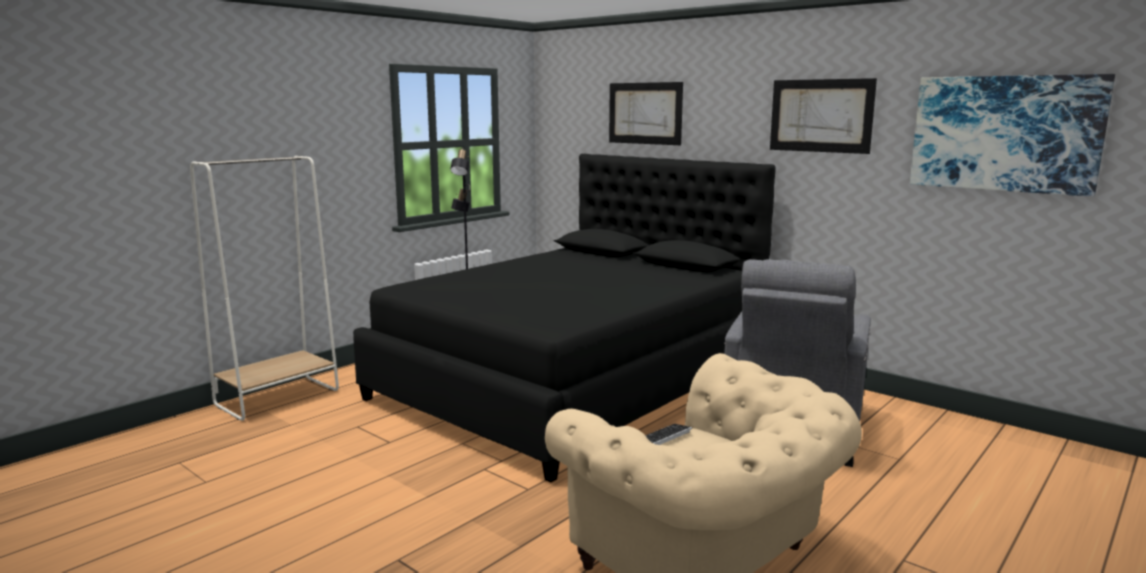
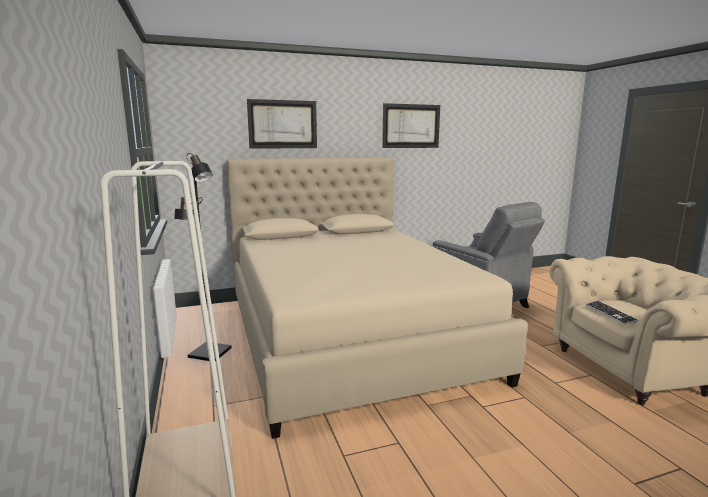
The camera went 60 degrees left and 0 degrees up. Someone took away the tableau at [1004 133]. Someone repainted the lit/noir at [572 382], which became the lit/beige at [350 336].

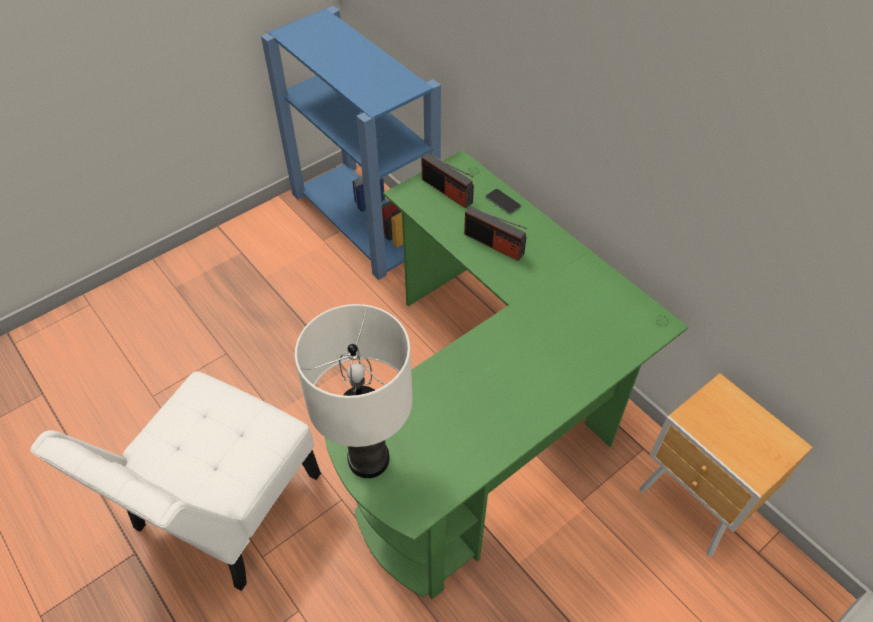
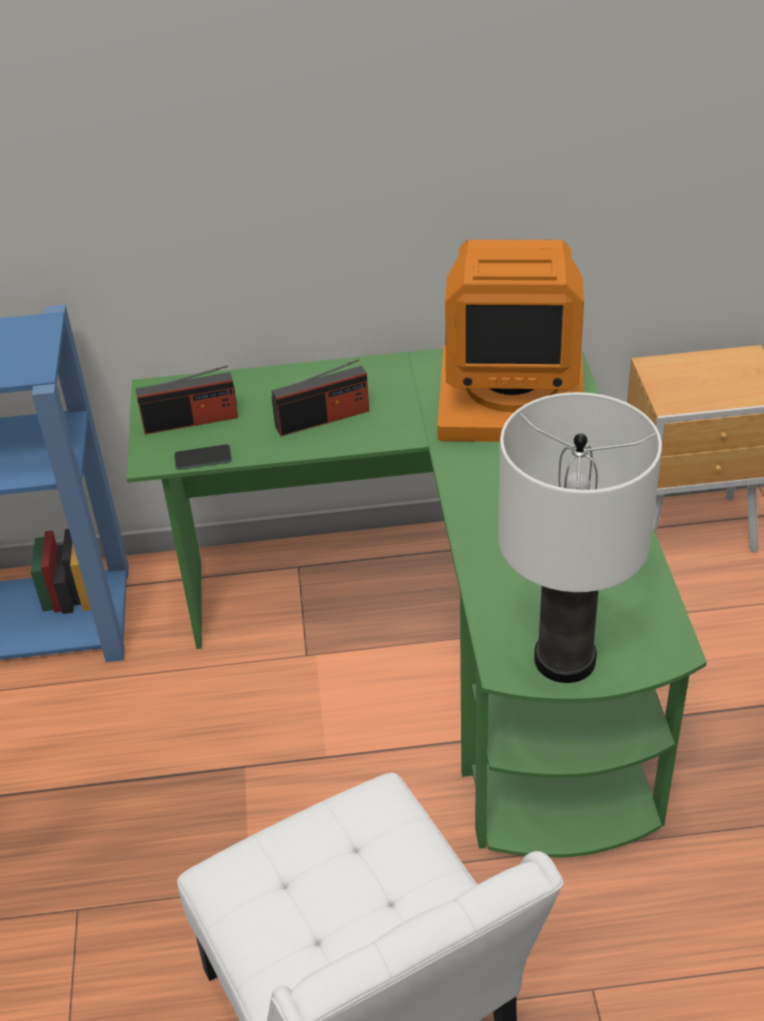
The camera went 55 degrees left and 10 degrees down. Someone put down the écran d'ordinateur at [512 395]. Someone carried the téléphone from [503 201] to [203 458].

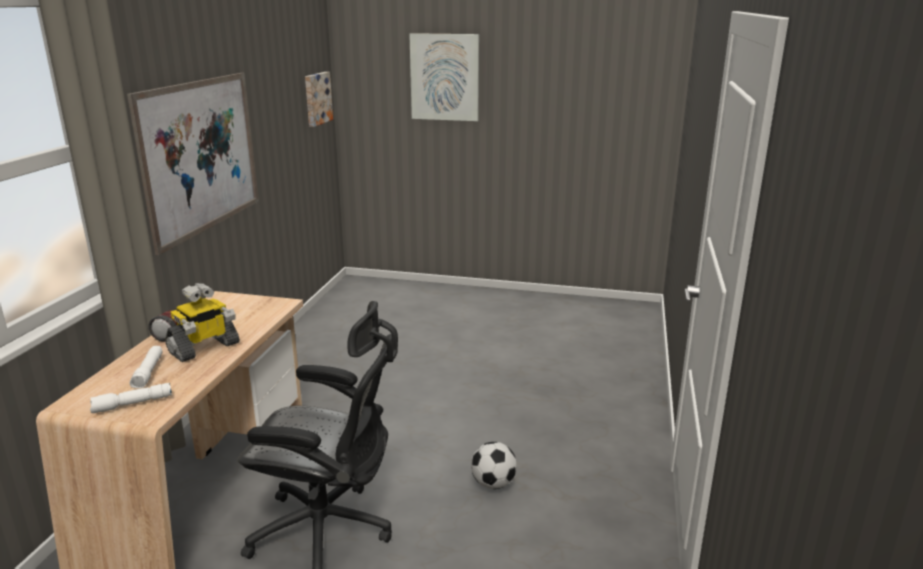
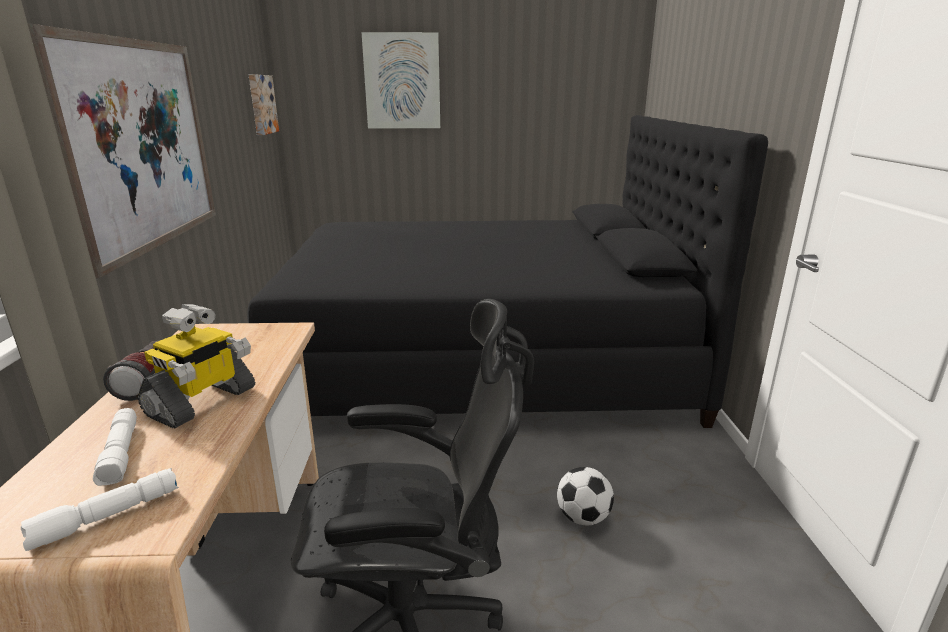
The camera went 15 degrees left and 0 degrees up. Someone put down the lit/noir at [478 359].

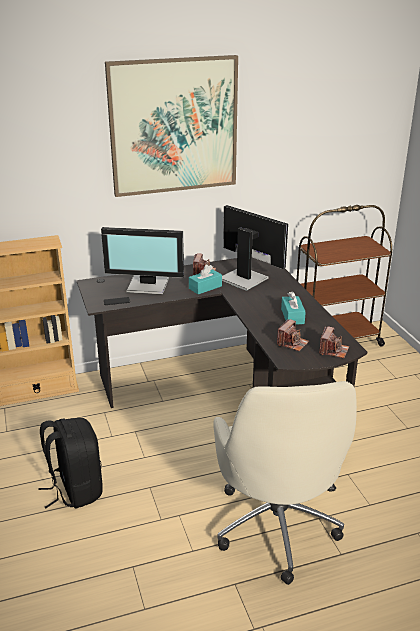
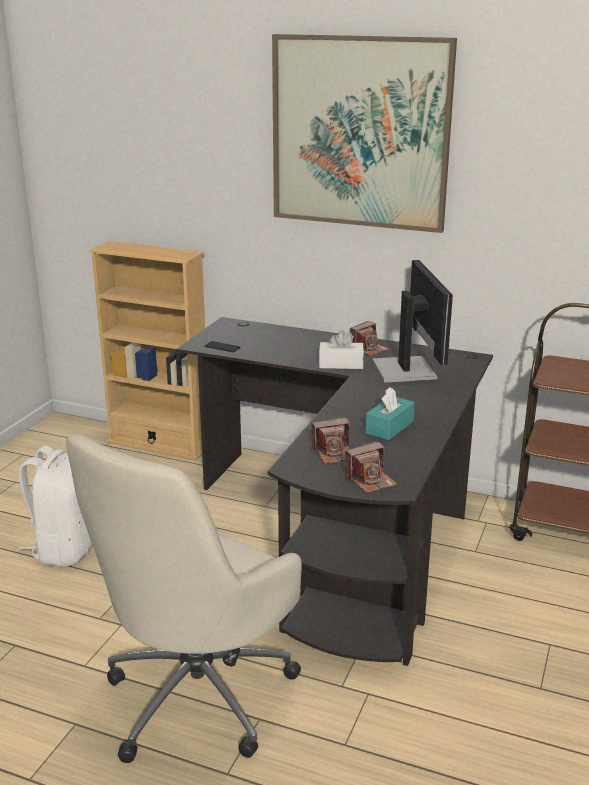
The camera went 40 degrees right and 5 degrees down. Someone took away the écran d'ordinateur at [148 286]. Someone repainted the sac à dos/noir at [75 489], which became the sac à dos/blanc at [67 548]. Someone repainted the boîte à mouchoirs/turquoise at [205 287], which became the boîte à mouchoirs/blanc at [341 364].

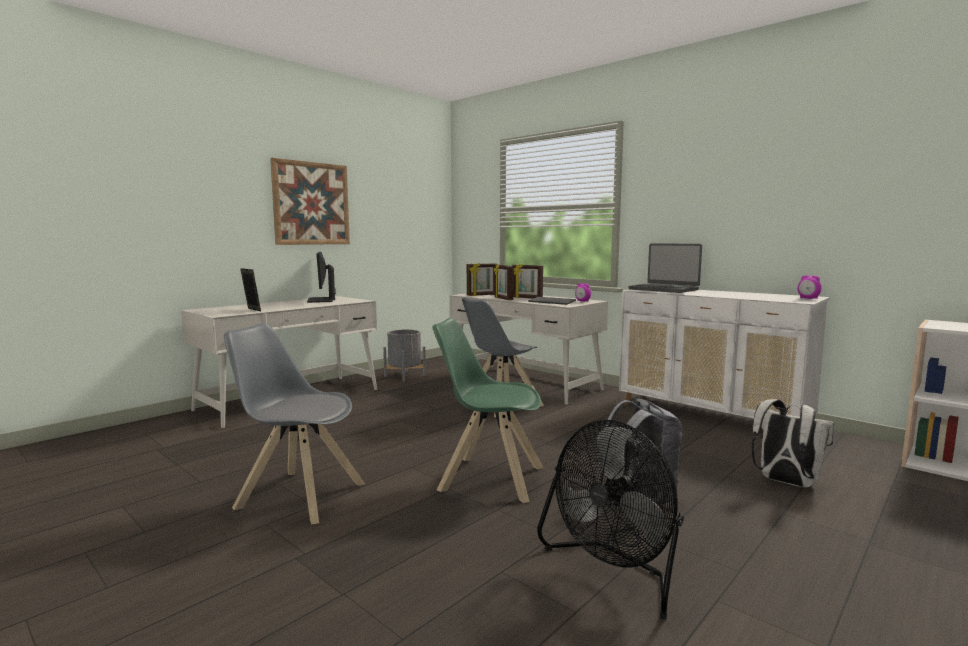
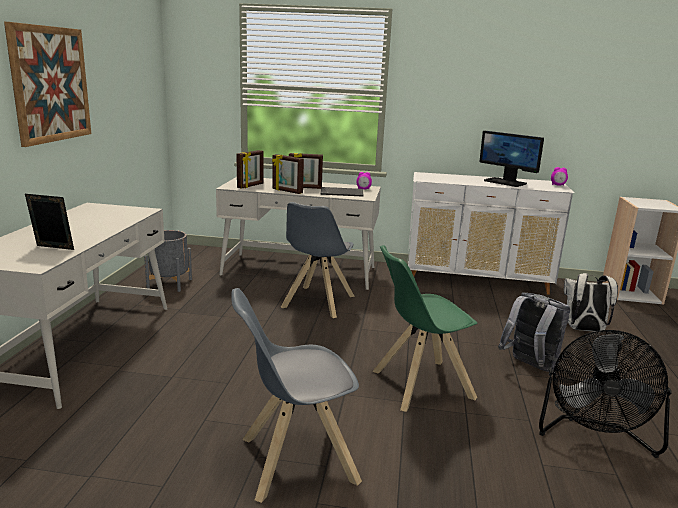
The camera went 35 degrees left and 10 degrees up. Someone took away the ordinateur portable at [664 289]. Someone carried the écran d'ordinateur from [321 300] to [505 182].

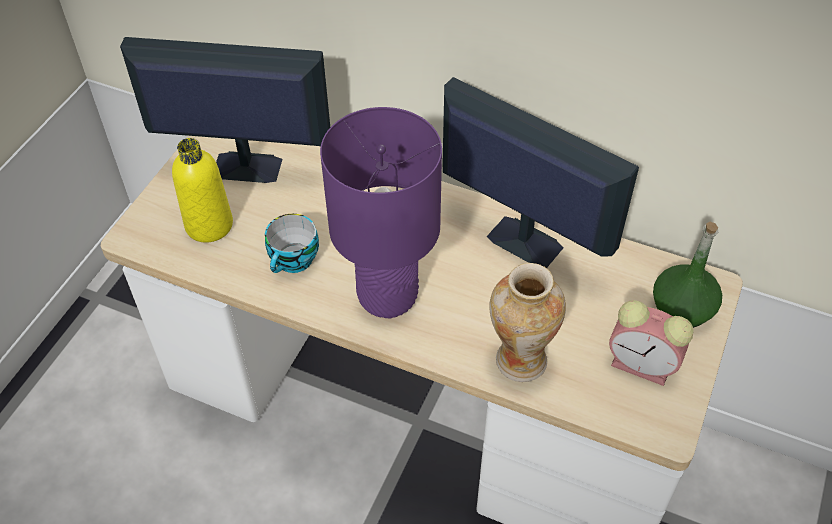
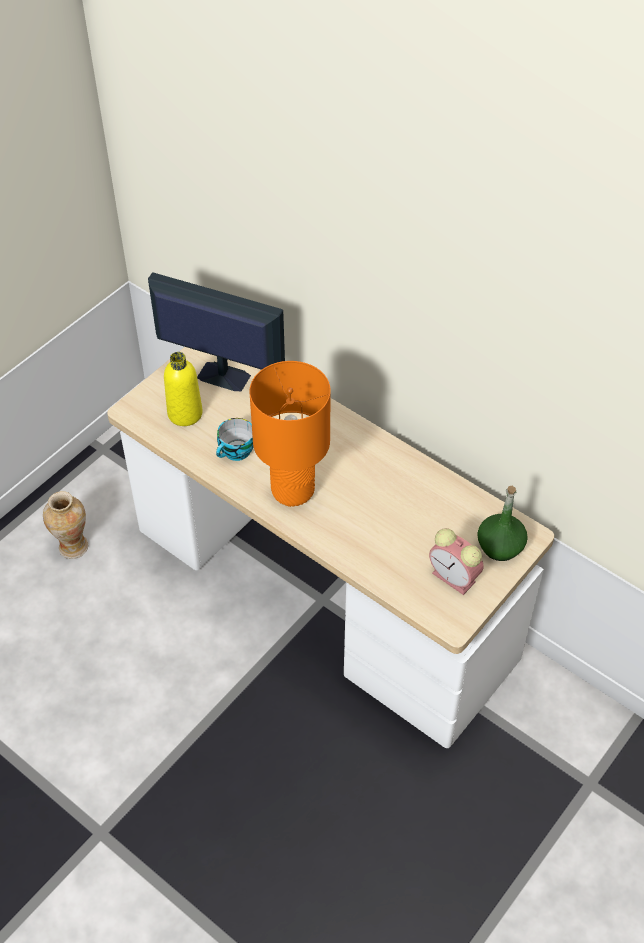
The camera went 15 degrees right and 0 degrees up. Someone took away the écran d'ordinateur at [523 241]. Someone carried the vase from [519 360] to [72 546]. Someone repainted the lampe de table/violet at [388 298], which became the lampe de table/orange at [293 492].

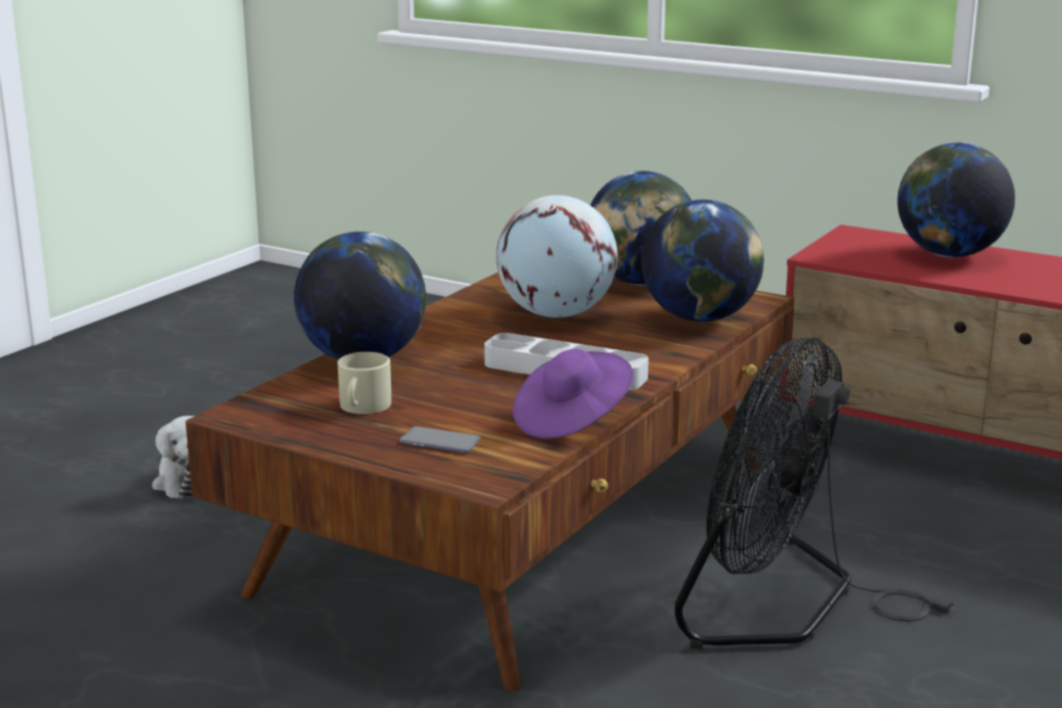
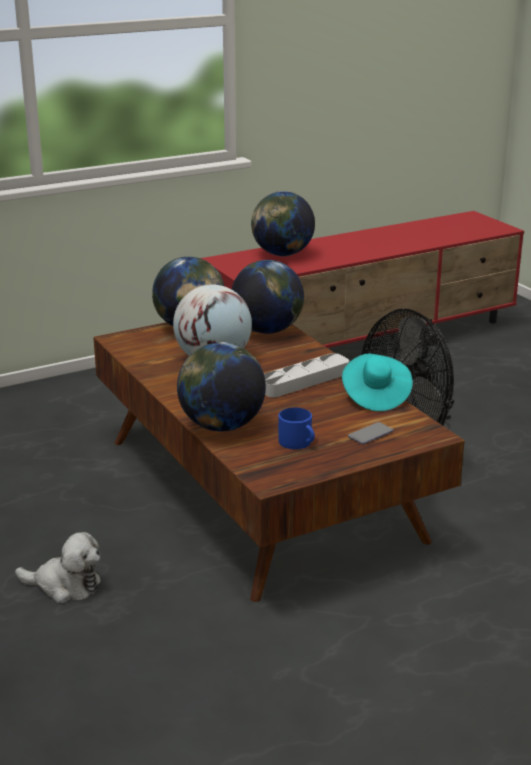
The camera went 60 degrees left and 5 degrees up. Someone repainted the mug/beige at [363 406], which became the mug/bleu at [298 443]. Someone repainted the chapeau/violet at [572 421], which became the chapeau/turquoise at [375 397].

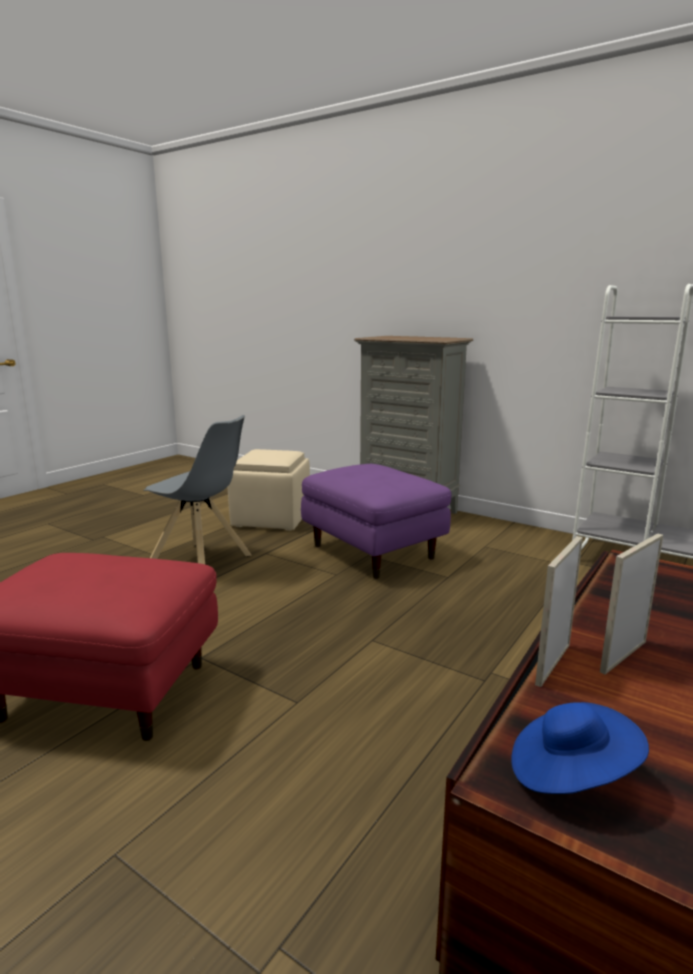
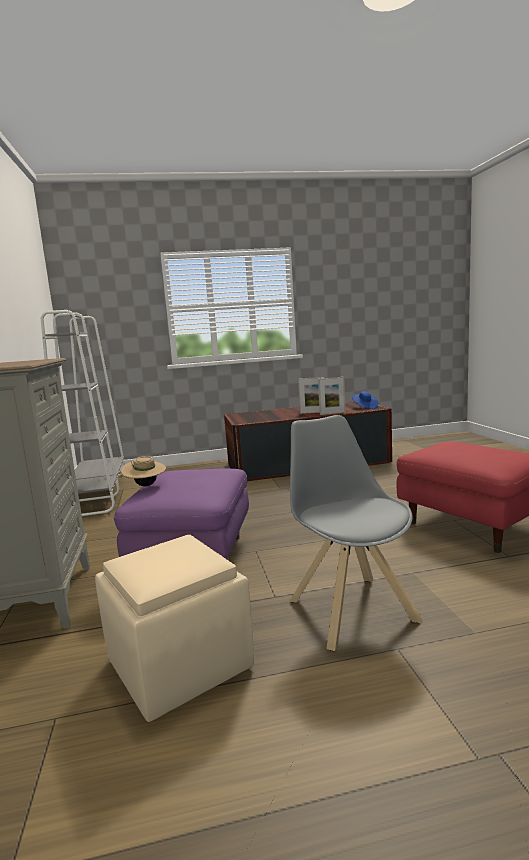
The camera went 135 degrees left and 5 degrees down. Someone put down the chapeau/beige at [145 485].

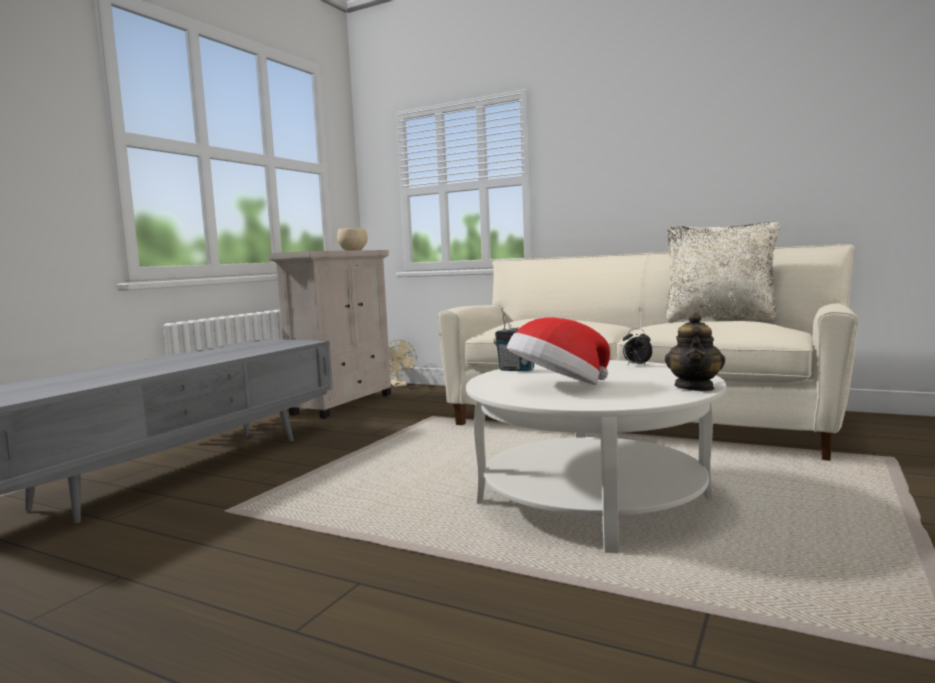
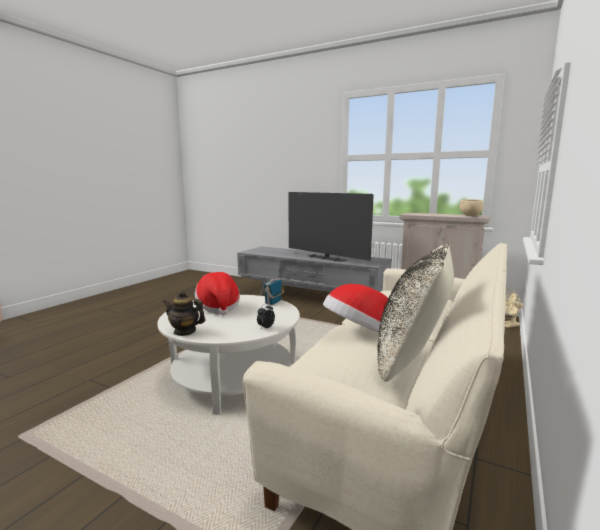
The camera went 90 degrees right and 5 degrees up. Someone put down the téléviseur at [326 258]. Someone put down the chapeau at [356 331].

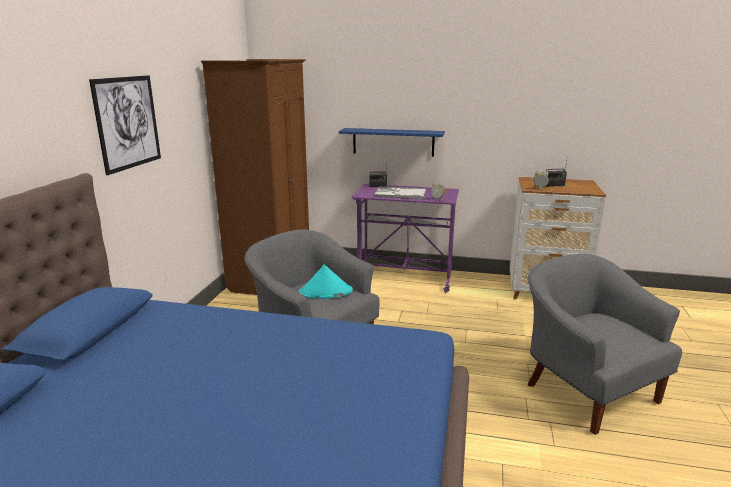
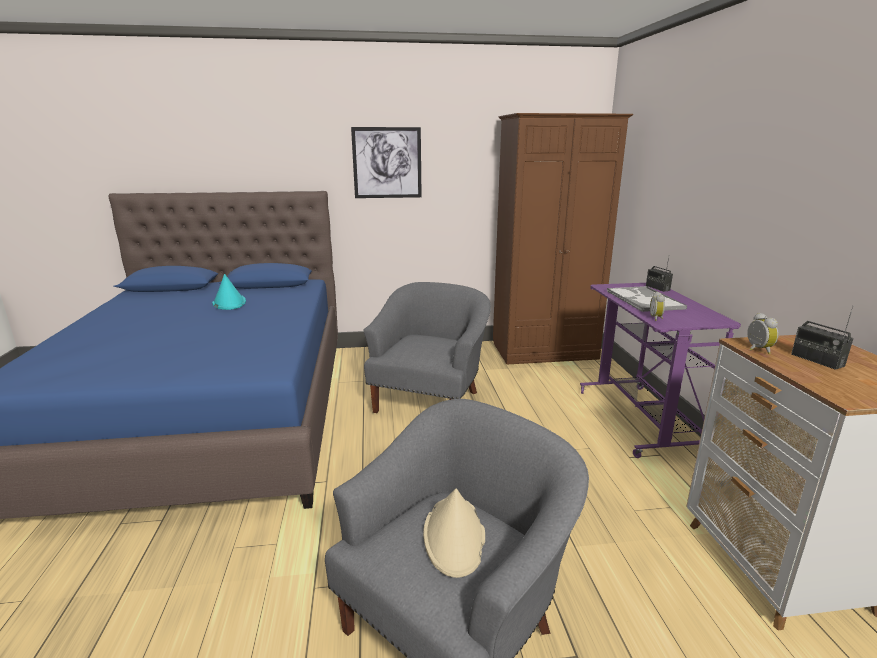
The camera went 70 degrees right and 0 degrees up. Someone took away the étagère/bleu at [393 142]. Someone put down the chapeau/beige at [454 536]. Someone carried the chapeau/turquoise from [325 292] to [229 303].

